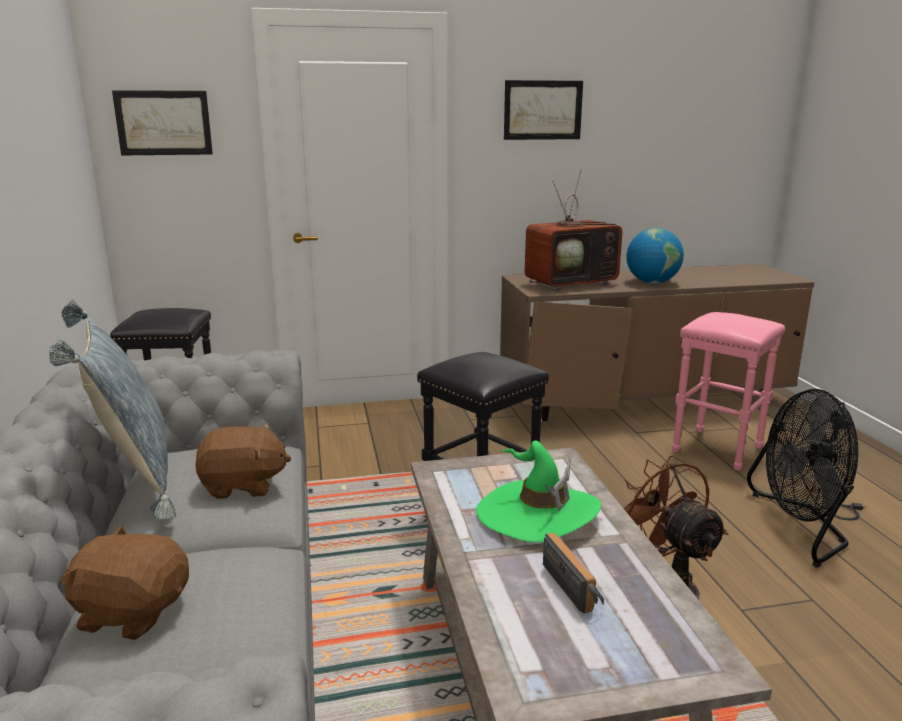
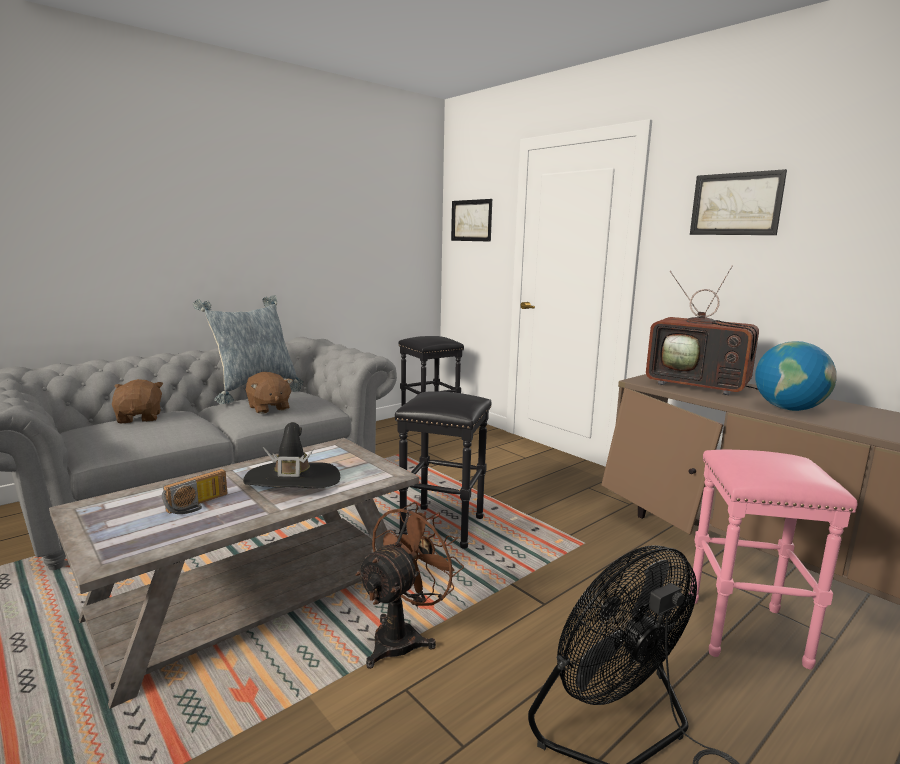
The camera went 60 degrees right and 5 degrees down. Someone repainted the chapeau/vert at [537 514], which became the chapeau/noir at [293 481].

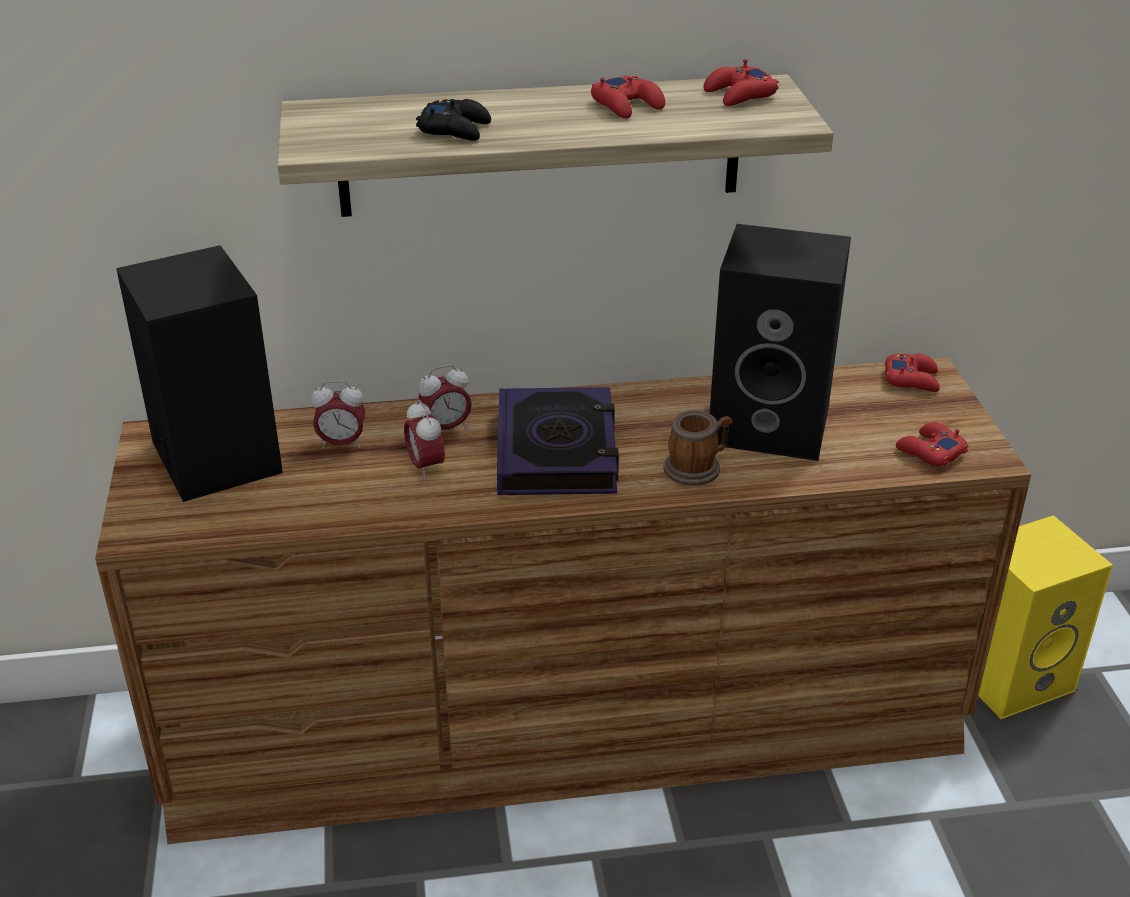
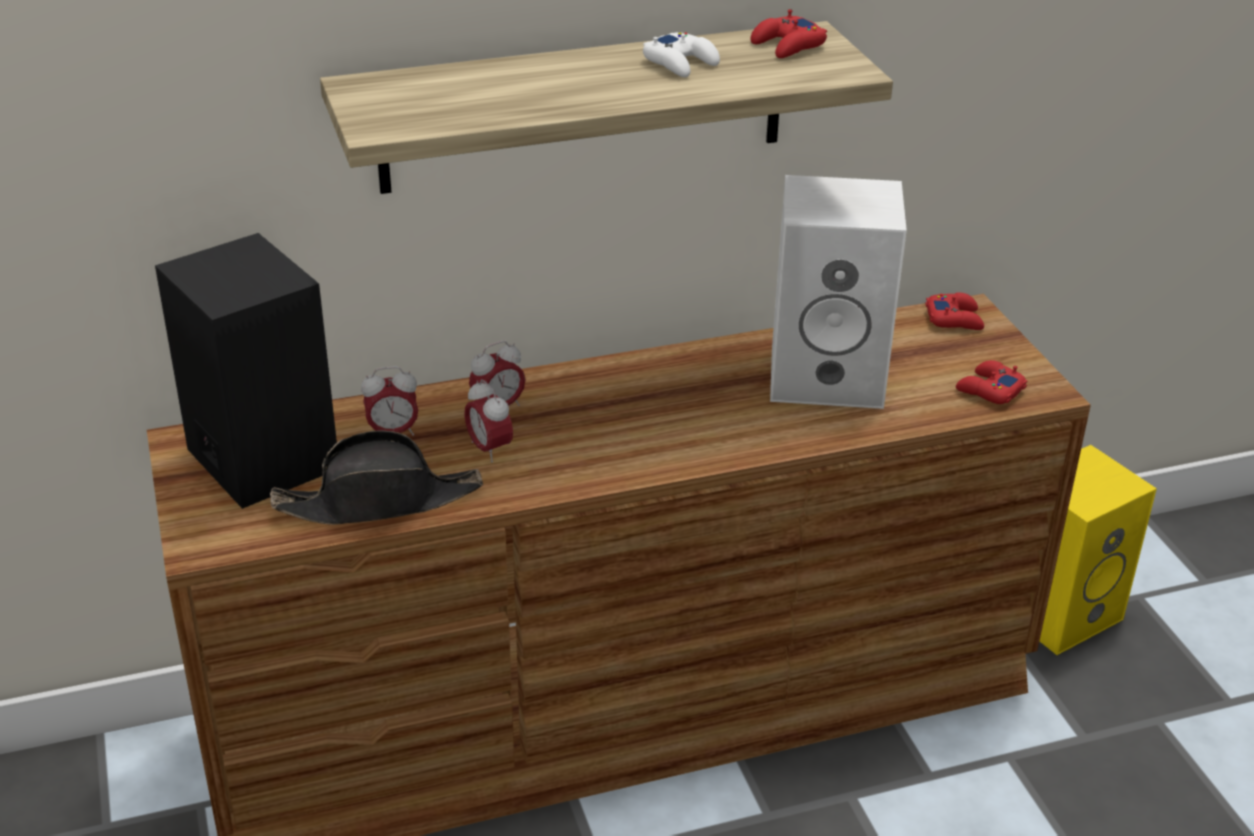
The camera went 10 degrees left and 0 degrees up. Someone took away the manette/noir at [455 129]. Someone took away the livre at [557 451]. Someone took away the mug at [697 468]. Someone put down the chapeau/noir at [379 501]. Someone repainted the manette/rouge at [627 105], which became the manette/blanc at [681 63]. Someone repainted the enceinte/noir at [772 424], which became the enceinte/blanc at [829 376].

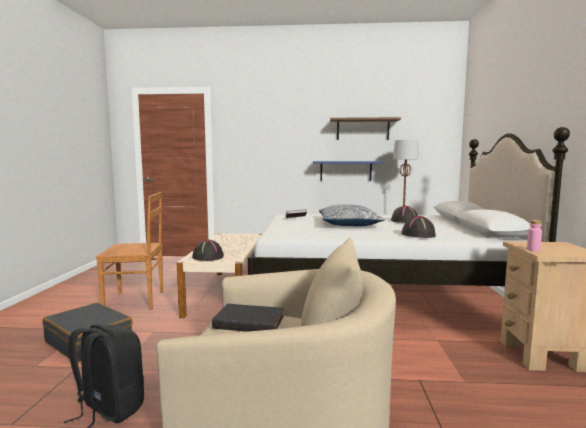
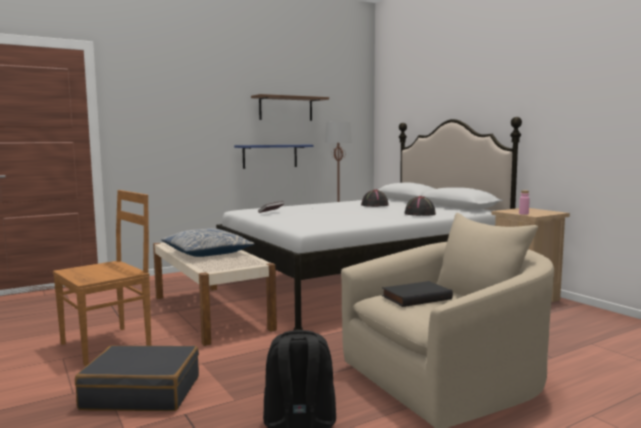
The camera went 35 degrees left and 0 degrees up. Someone took away the chapeau/noir at [207 257]. Someone carried the coussin from [348 224] to [206 252].

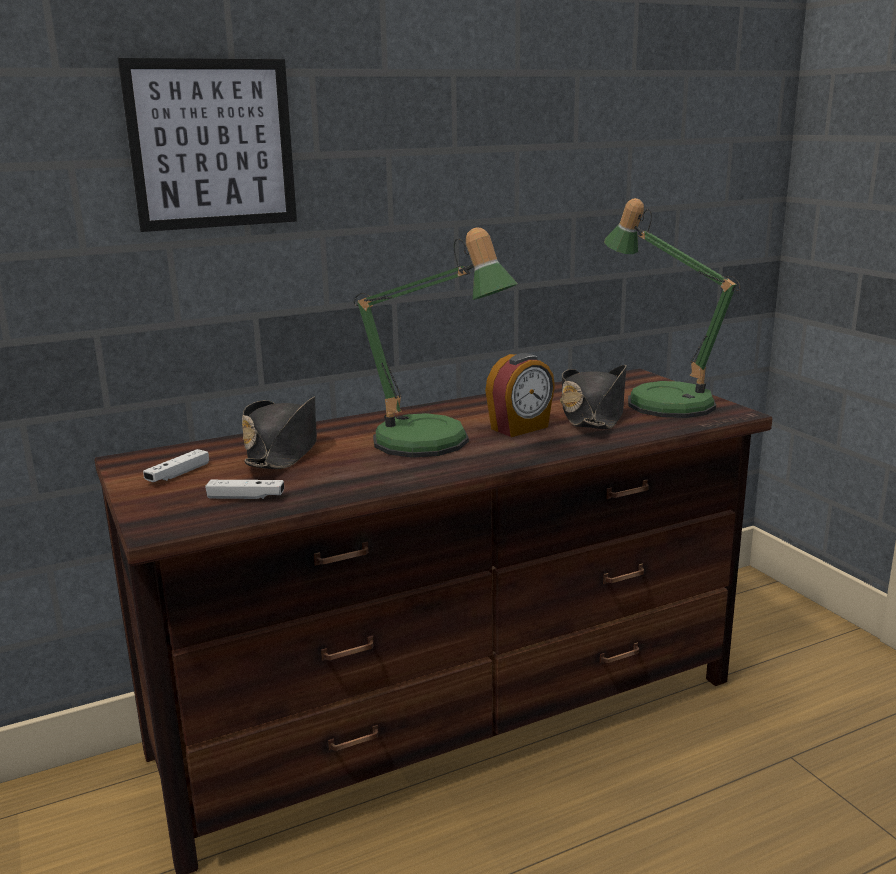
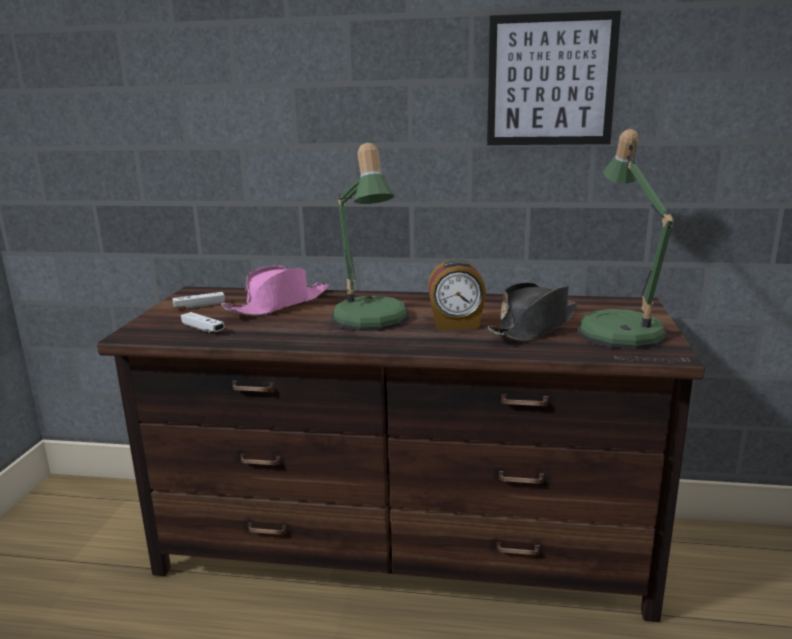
The camera went 35 degrees right and 0 degrees up. Someone carried the tableau from [212 144] to [550 80]. Someone repainted the chapeau/noir at [283 450], which became the chapeau/rose at [279 304].

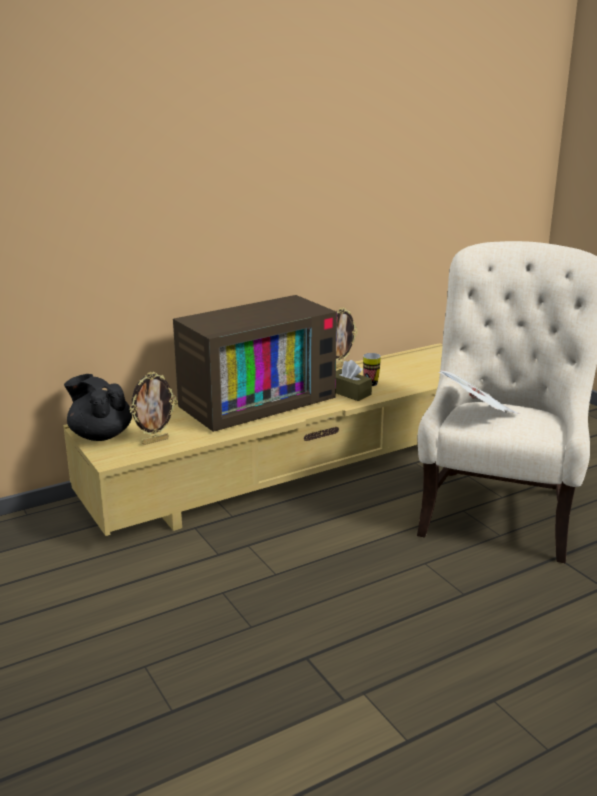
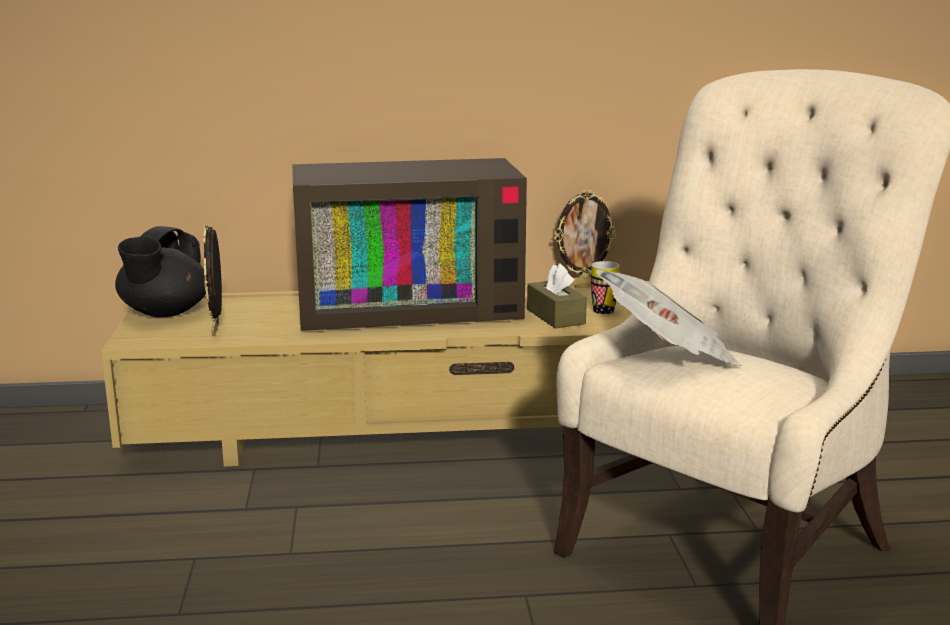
The camera went 25 degrees right and 5 degrees down. Someone rotated the théière/noir at [100 435] by 135 degrees counterclockwise. Someone rotated the cadre photo at [155 441] by 90 degrees clockwise.

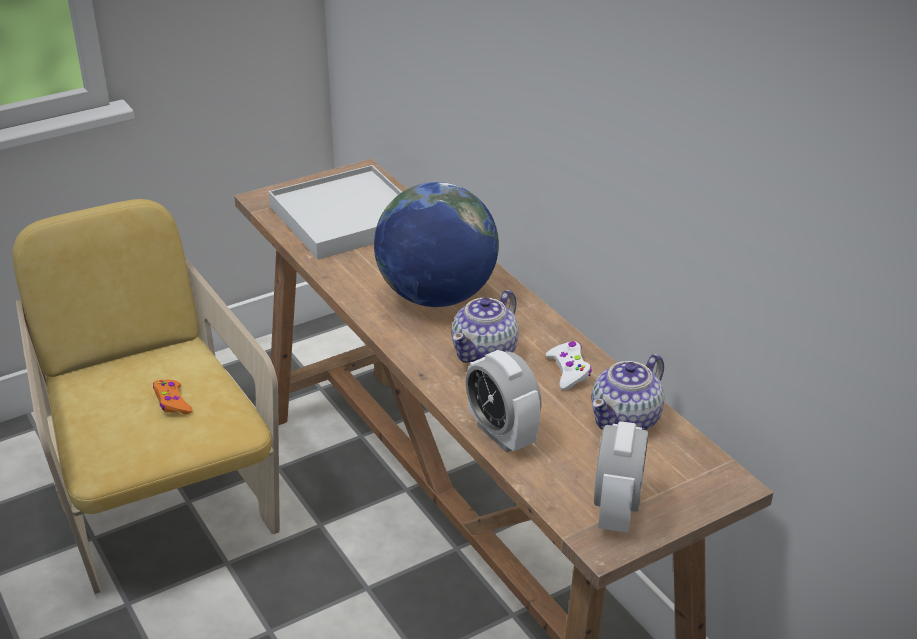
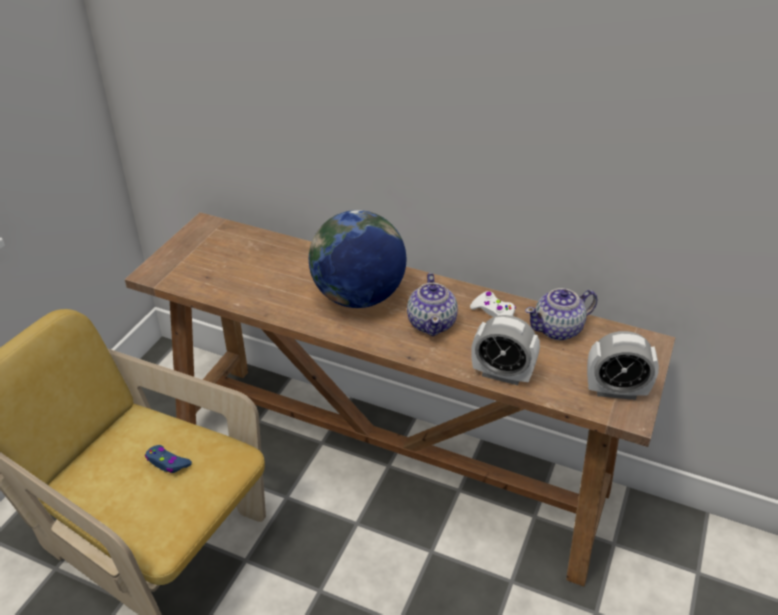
The camera went 35 degrees left and 5 degrees up. Someone took away the plateau/blanc at [346 218]. Someone repainted the manette/orange at [172 402], which became the manette/bleu at [167 463]. Someone rotated the théière at [626 419] by 60 degrees clockwise. Someone rotated the réveil at [616 510] by 120 degrees clockwise.

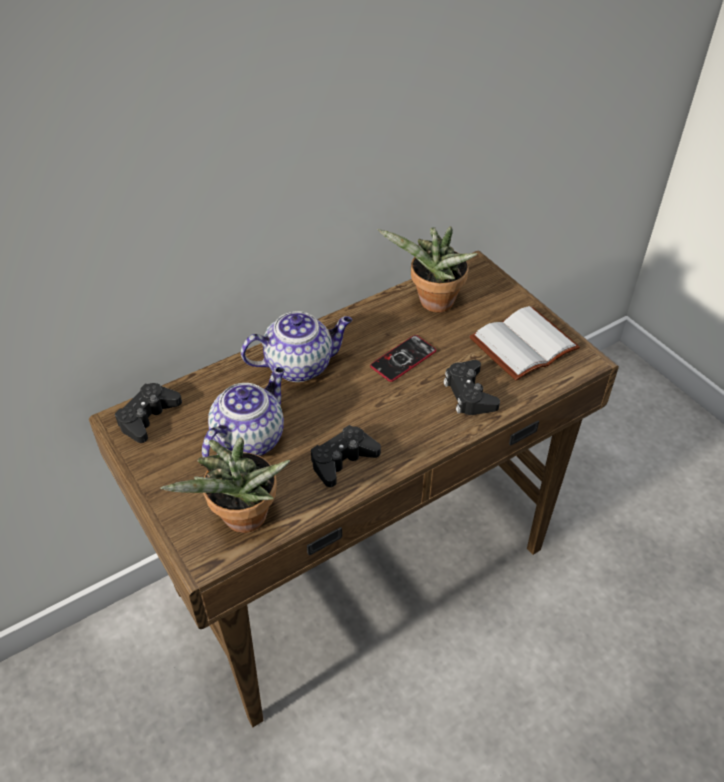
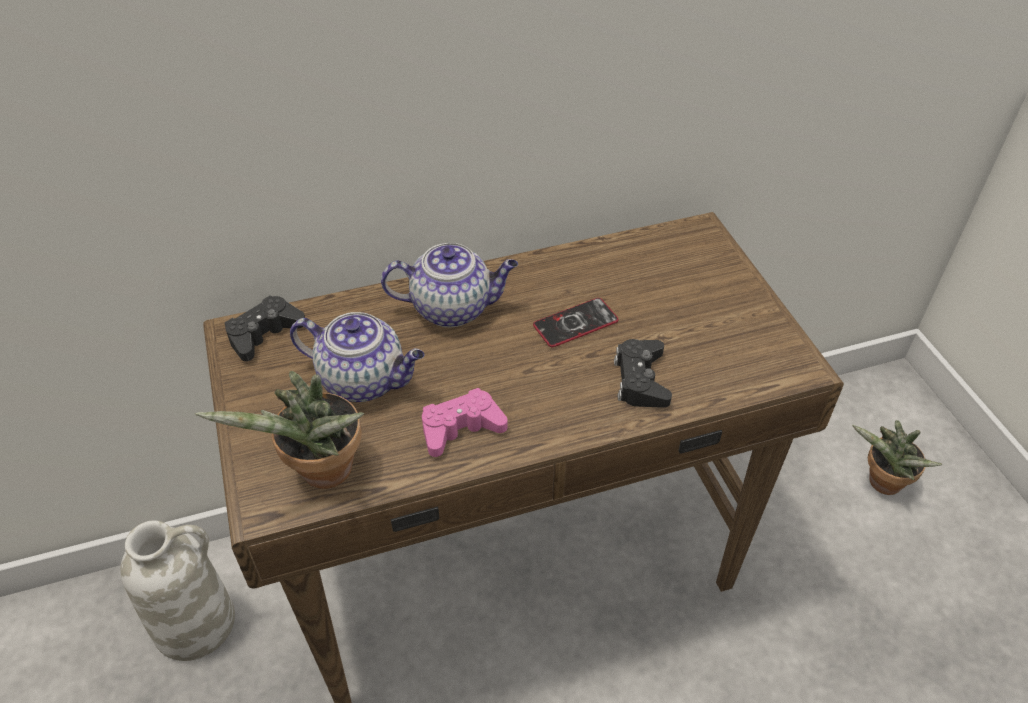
The camera went 15 degrees right and 0 degrees up. Someone took away the livre/blanc at [523 342]. Someone put down the vase/blanc at [196 622]. Someone carried the plante en pot from [433 304] to [881 484]. Someone repainted the manette/noir at [342 460], which became the manette/rose at [461 428]. Someone rotated the théière at [249 438] by 60 degrees clockwise.

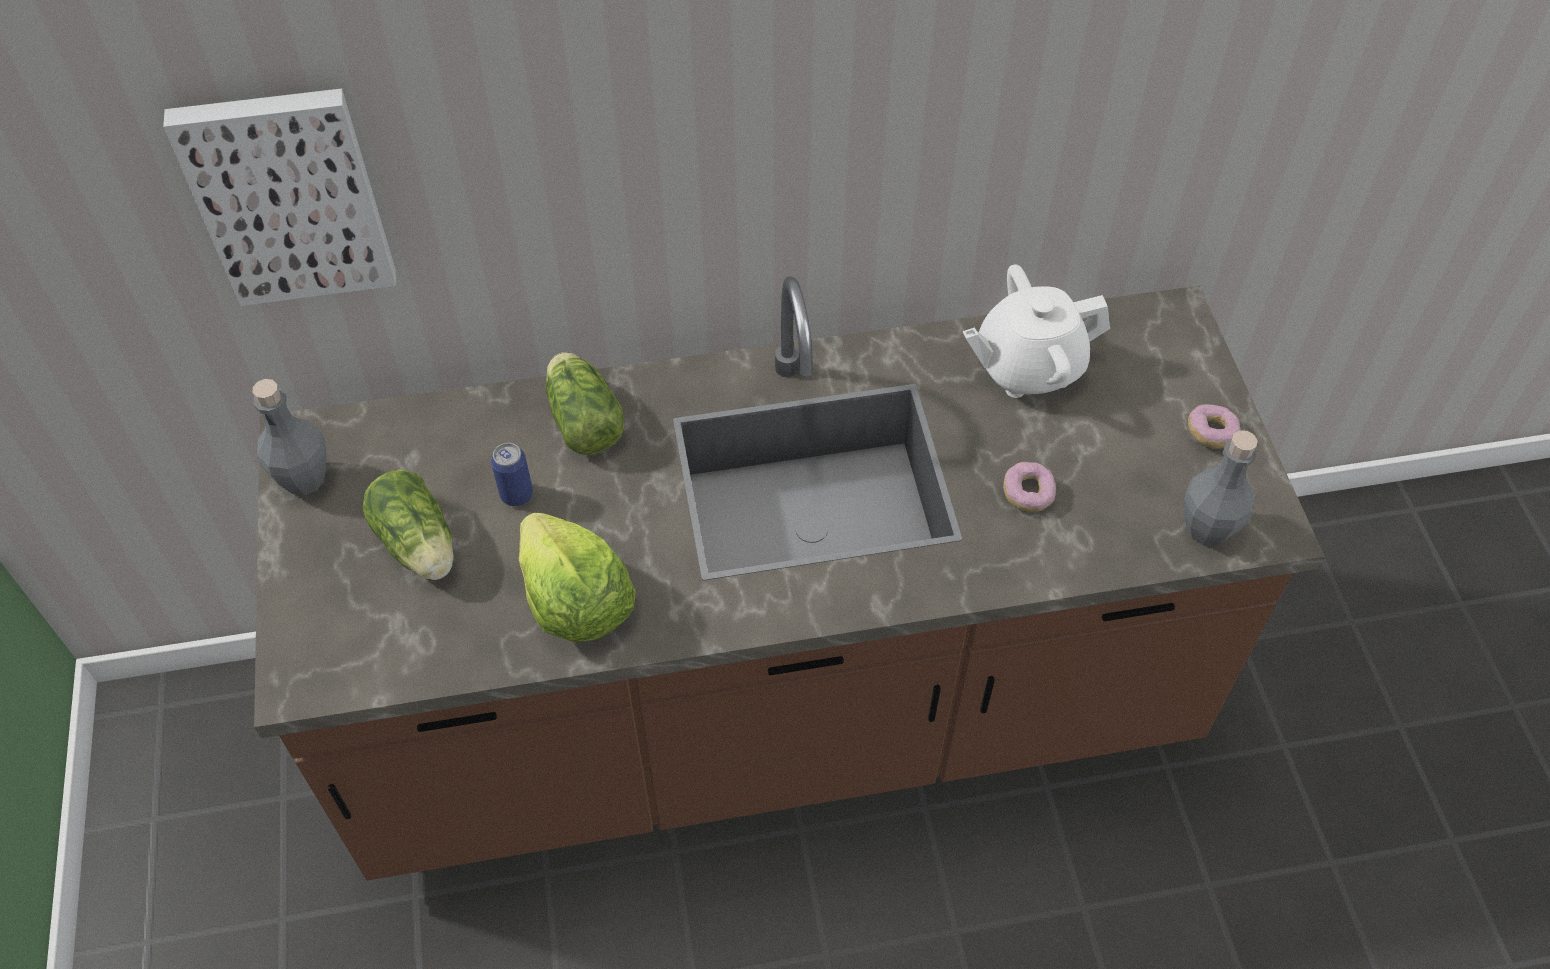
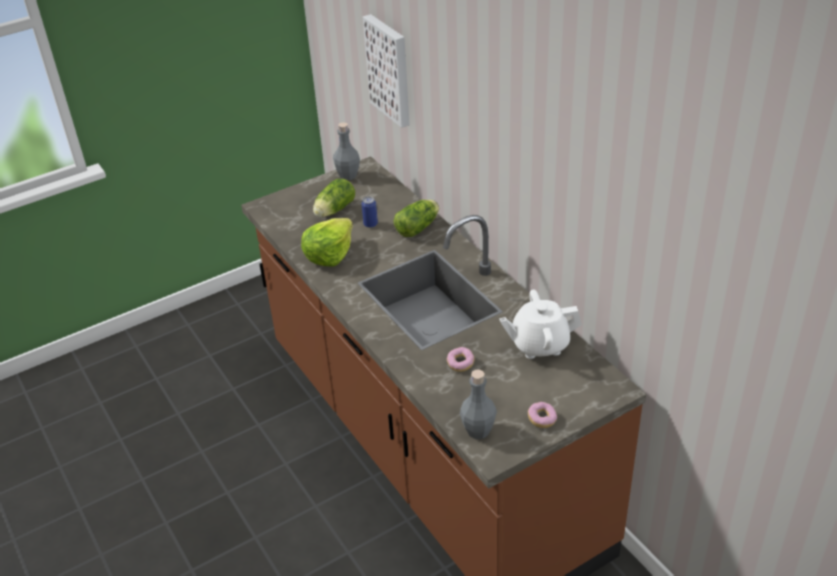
The camera went 70 degrees right and 15 degrees down. Someone rotated the théière/blanc at [1027 367] by 60 degrees counterclockwise.

